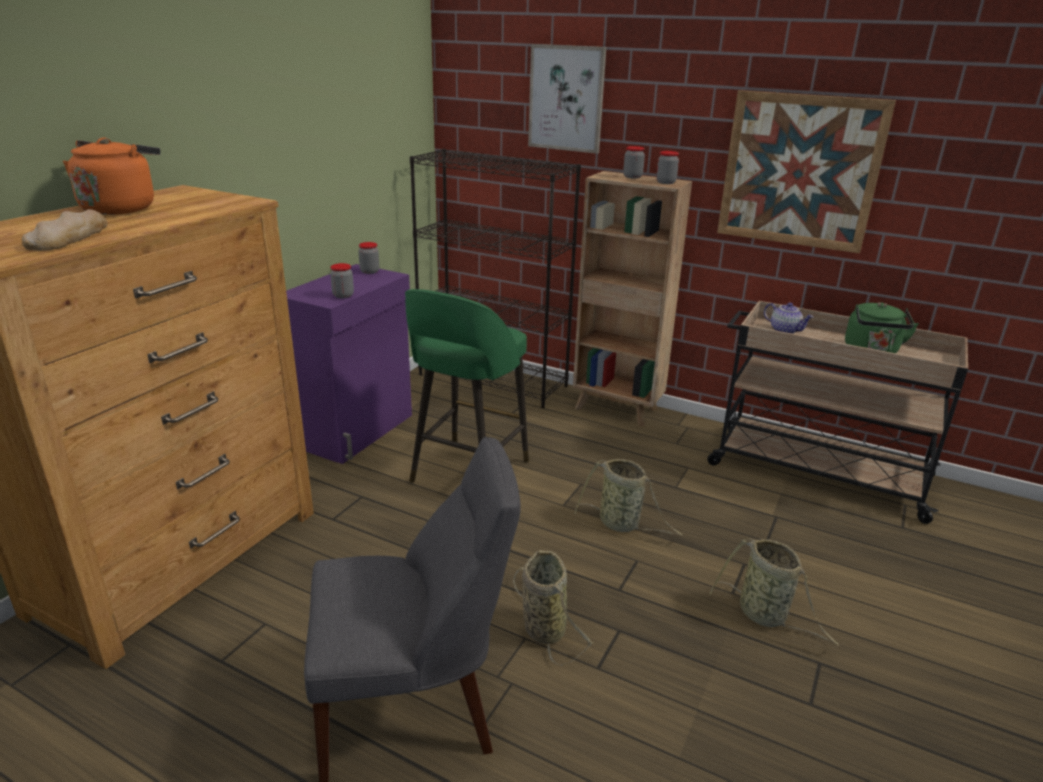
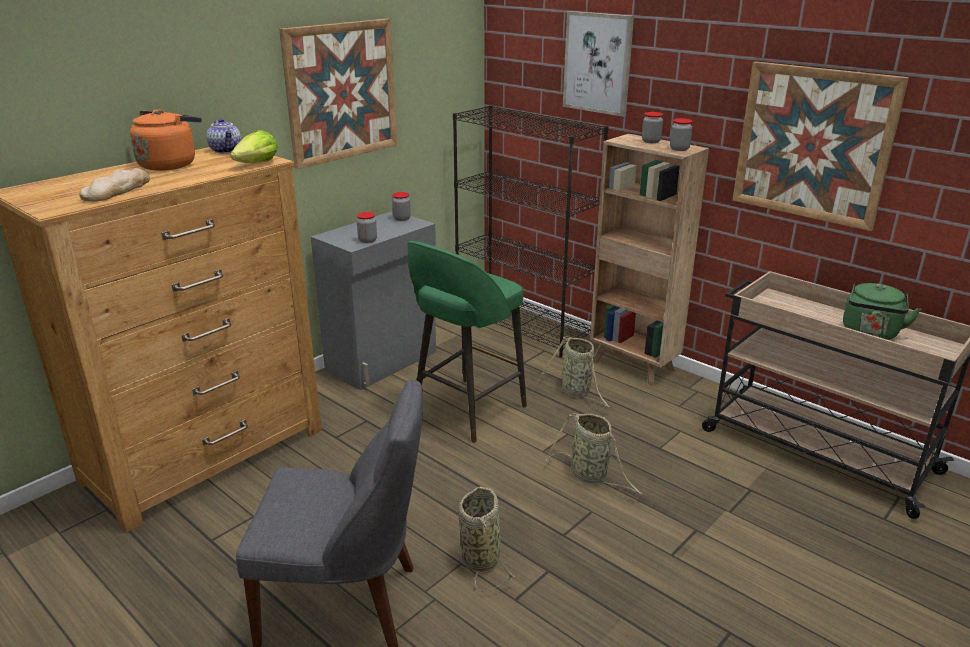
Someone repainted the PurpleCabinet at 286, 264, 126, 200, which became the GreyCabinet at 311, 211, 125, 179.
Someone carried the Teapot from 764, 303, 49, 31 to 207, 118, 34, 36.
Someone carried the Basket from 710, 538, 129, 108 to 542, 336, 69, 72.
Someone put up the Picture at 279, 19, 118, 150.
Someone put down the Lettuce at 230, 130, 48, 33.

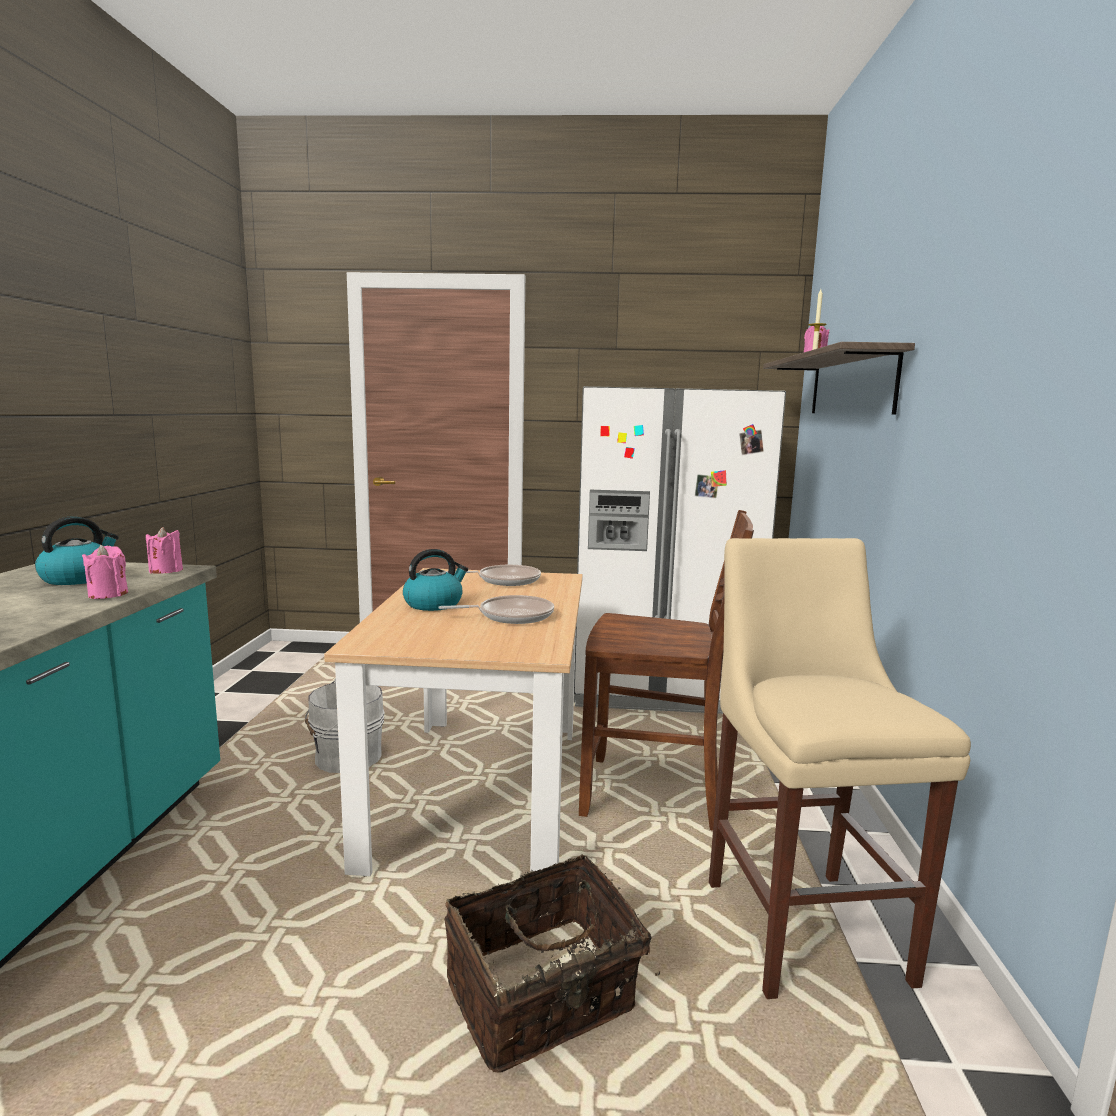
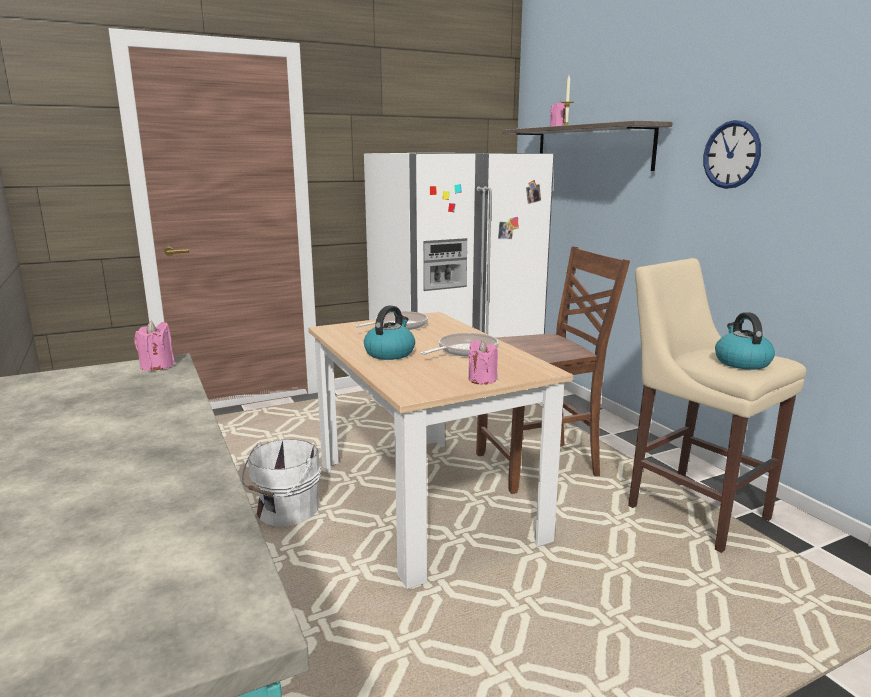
Someone carried the Kettle from 35, 516, 84, 69 to 715, 312, 60, 58.
Someone carried the PinkCandle from 82, 545, 46, 54 to 468, 340, 30, 45.
Someone took away the Basket at 444, 854, 216, 219.
Someone put up the WallClock at 703, 120, 58, 69.

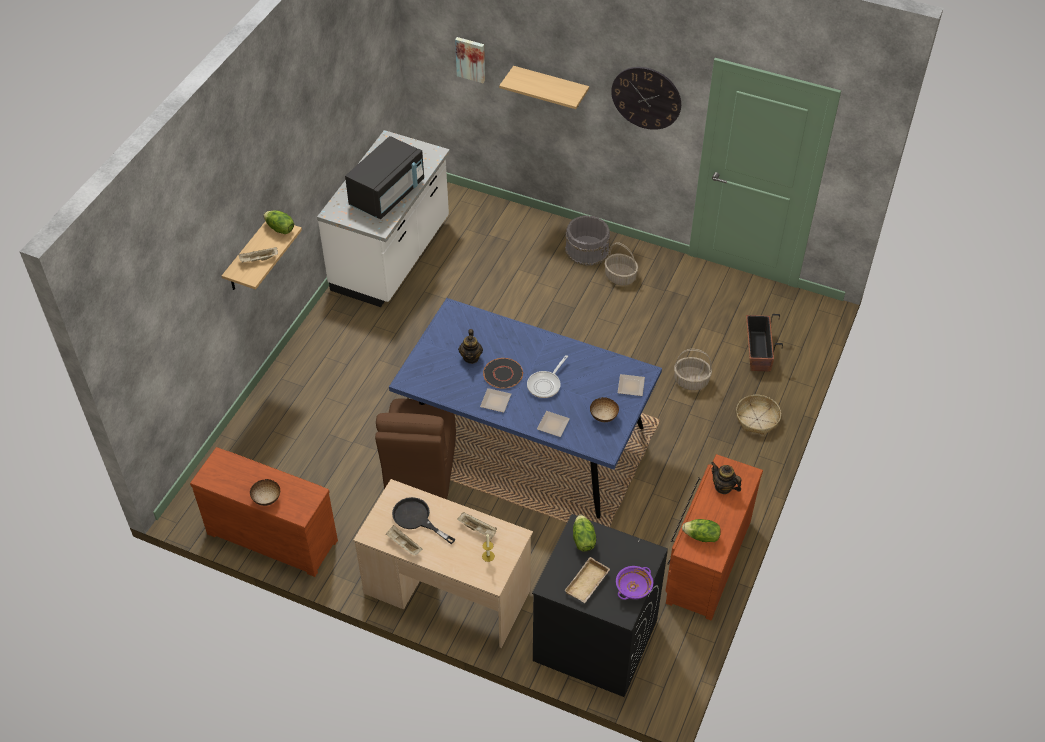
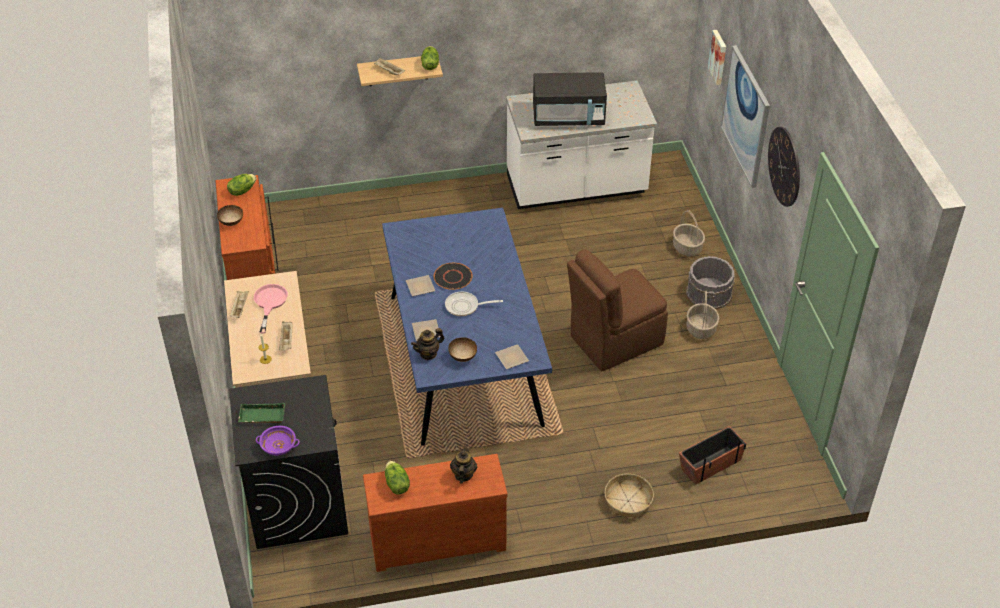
Someone swapped the Shelf at 499, 66, 90, 43 for the Picture at 721, 45, 49, 143.
Someone carried the Teapot from 458, 329, 25, 35 to 411, 328, 34, 32.
Someone carried the Basket from 674, 349, 38, 41 to 673, 210, 32, 46.
Someone carried the BrownChair from 375, 399, 81, 100 to 567, 249, 101, 122.
Someone repainted the BlackFryingPan at 392, 497, 64, 47, which became the PinkFryingPan at 254, 284, 34, 49.
Someone carried the Lettuce from 573, 515, 24, 37 to 227, 174, 29, 22.
Someone repainted the BeigeTray at 564, 557, 46, 46, which became the GreenTray at 238, 403, 47, 20.

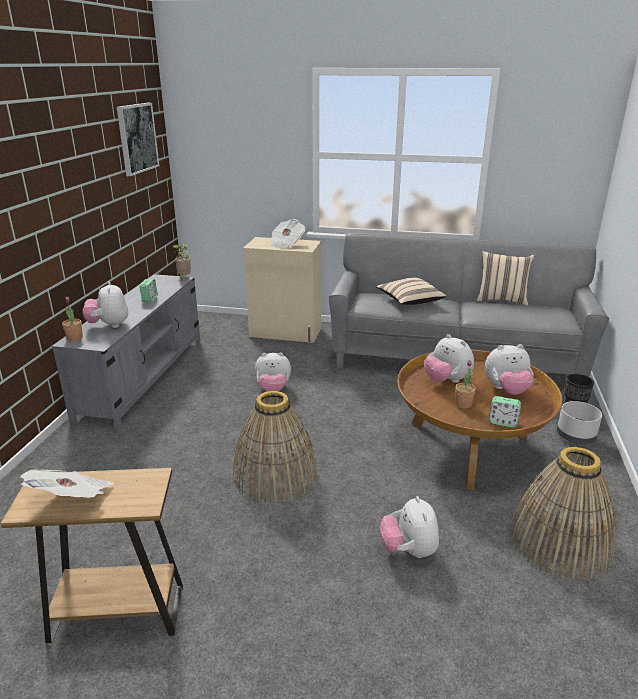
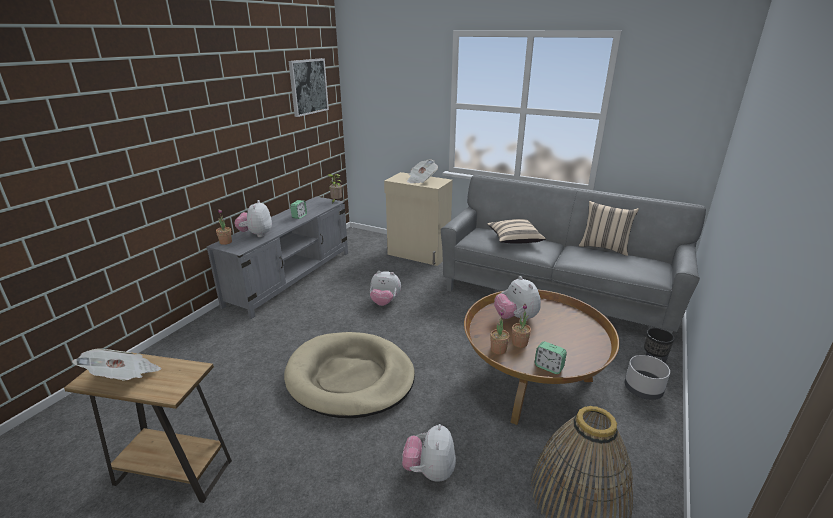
Someone took away the PlushToy at 485, 344, 49, 51.
Someone swapped the Basket at 233, 391, 84, 113 for the BeigeDogBed at 284, 332, 131, 86.
Someone put down the PottedPlant at 490, 310, 20, 44.

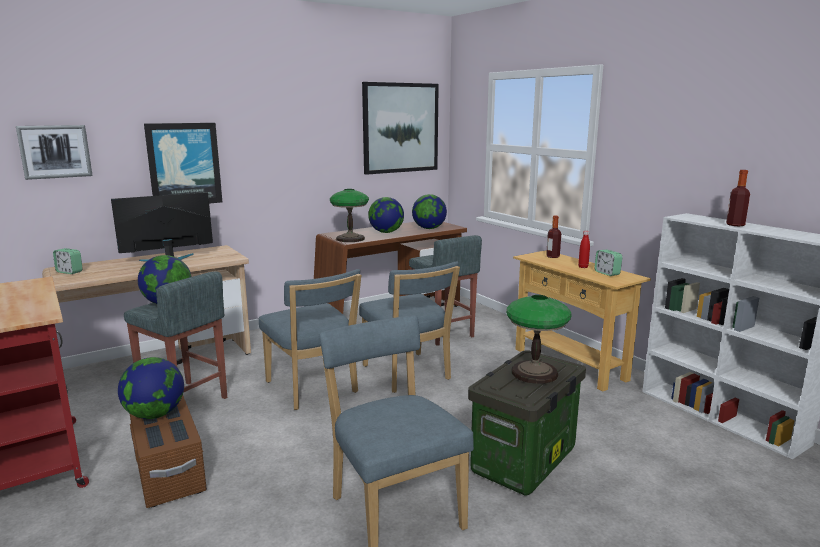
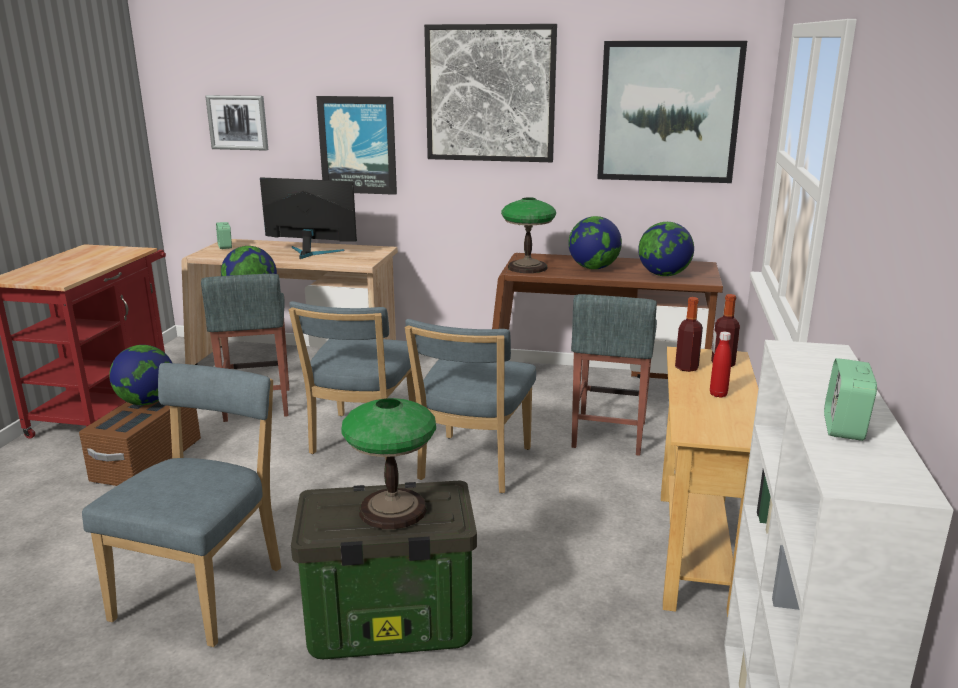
Someone carried the Bottle from 726, 170, 24, 56 to 675, 297, 28, 75.
Someone carried the AlarmClock from 594, 250, 28, 26 to 824, 358, 53, 83.
Someone put up the Picture at 424, 24, 133, 138.

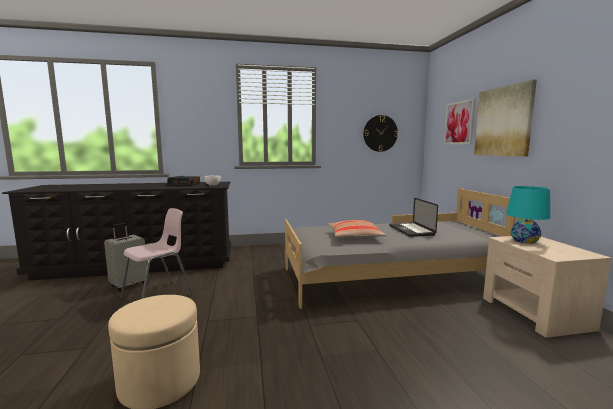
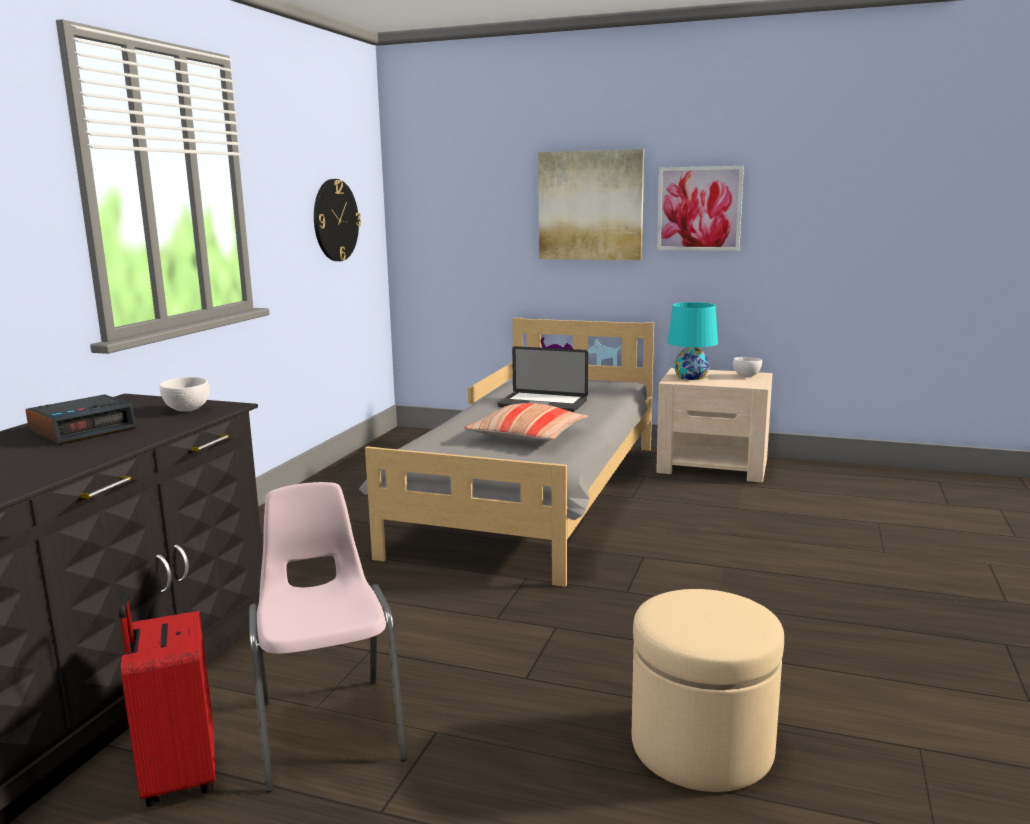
Someone carried the Picture from 444, 99, 32, 46 to 657, 166, 87, 85.
Someone repainted the GreySuitcase at 104, 223, 44, 68, which became the RedSuitcase at 118, 592, 97, 215.
Someone put down the WhiteBowl at 733, 357, 29, 20.

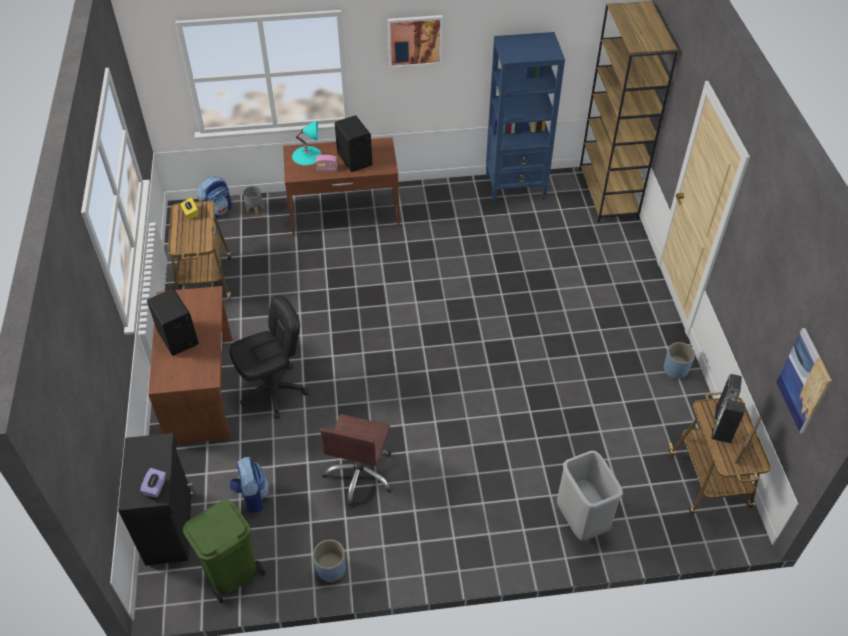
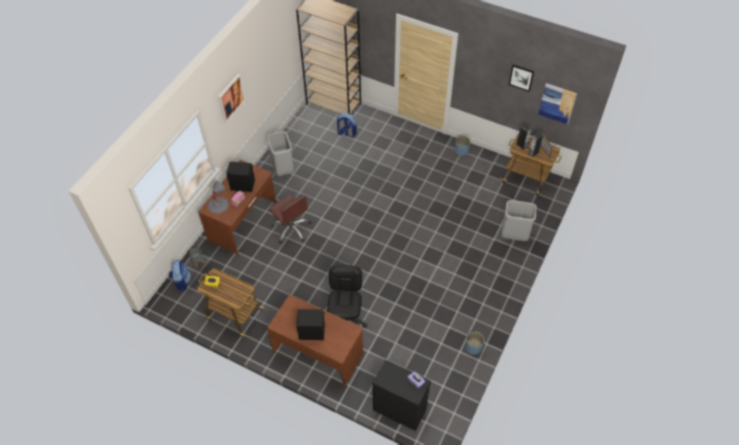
Someone took away the BlueBookcase at 486, 32, 79, 172.
Someone repainted the TurquoiseTableLamp at 292, 121, 30, 44, which became the GreyTableLamp at 208, 181, 20, 32.
Someone carried the BrownOfficeChair from 320, 414, 73, 92 to 269, 194, 42, 50.
Someone carried the Backpack from 229, 457, 41, 56 to 337, 113, 20, 25.
Someone took away the GreenTrashCan at 183, 500, 83, 103.
Someone put up the Picture at 509, 64, 25, 28.
Someone put down the GreyTrashCan at 267, 131, 27, 45.

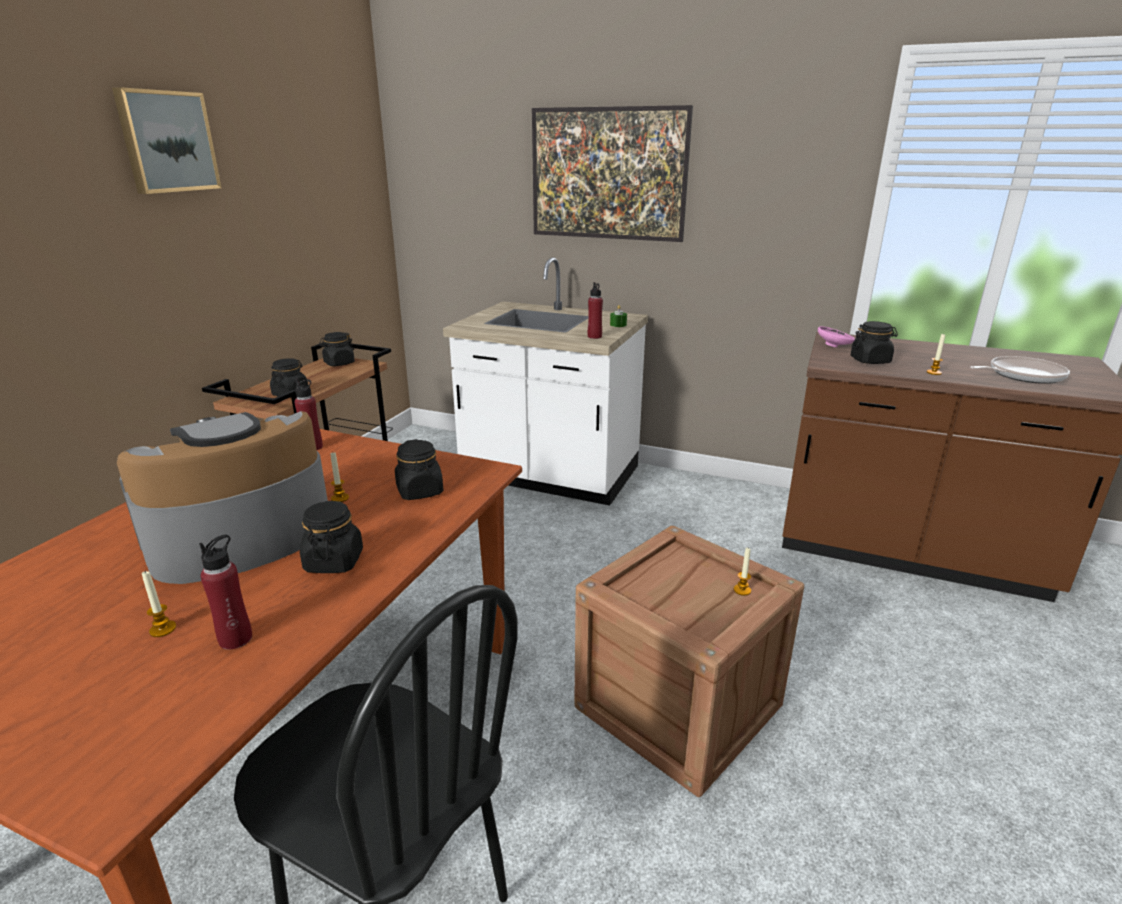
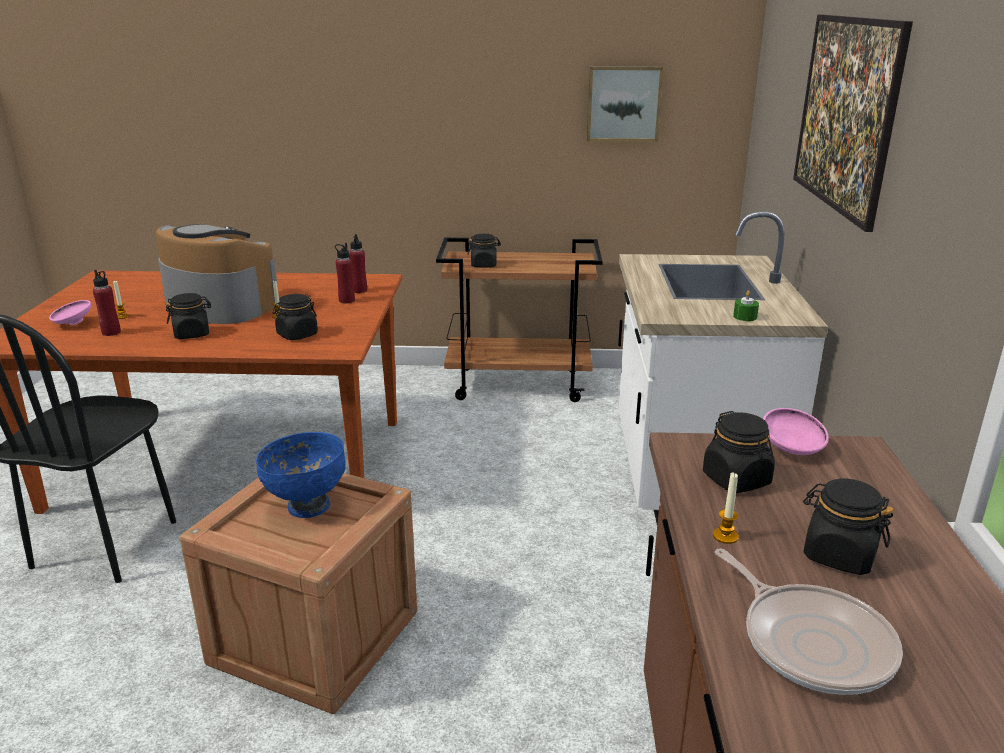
Someone carried the Picture from 112, 87, 109, 107 to 587, 66, 76, 76.
Someone carried the RedBottle from 588, 282, 15, 57 to 335, 243, 20, 60.
Someone carried the BlackJar from 319, 332, 36, 34 to 803, 478, 90, 97.
Someone took away the Candle at 734, 548, 17, 48.
Someone put down the PinkBowl at 49, 300, 42, 25.
Someone put down the BlueBowl at 256, 432, 90, 86.

